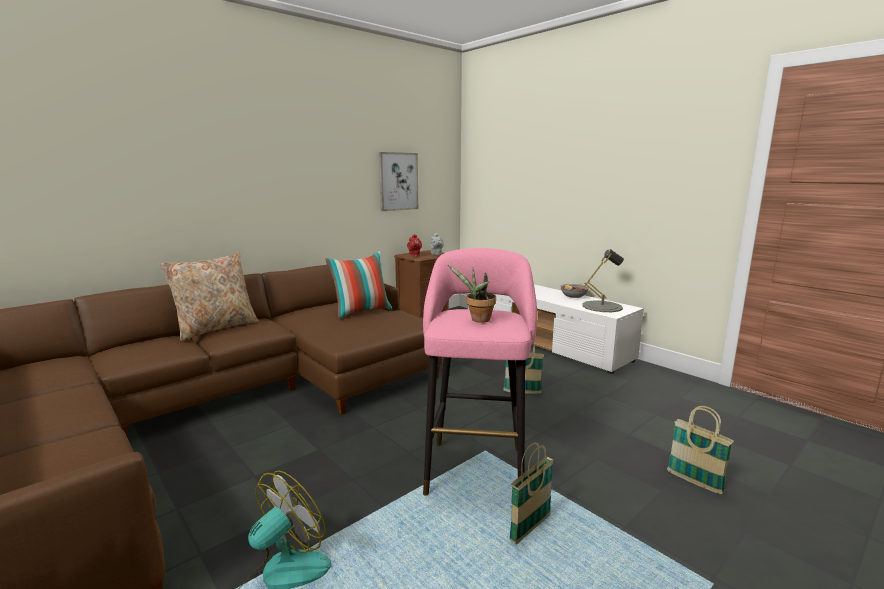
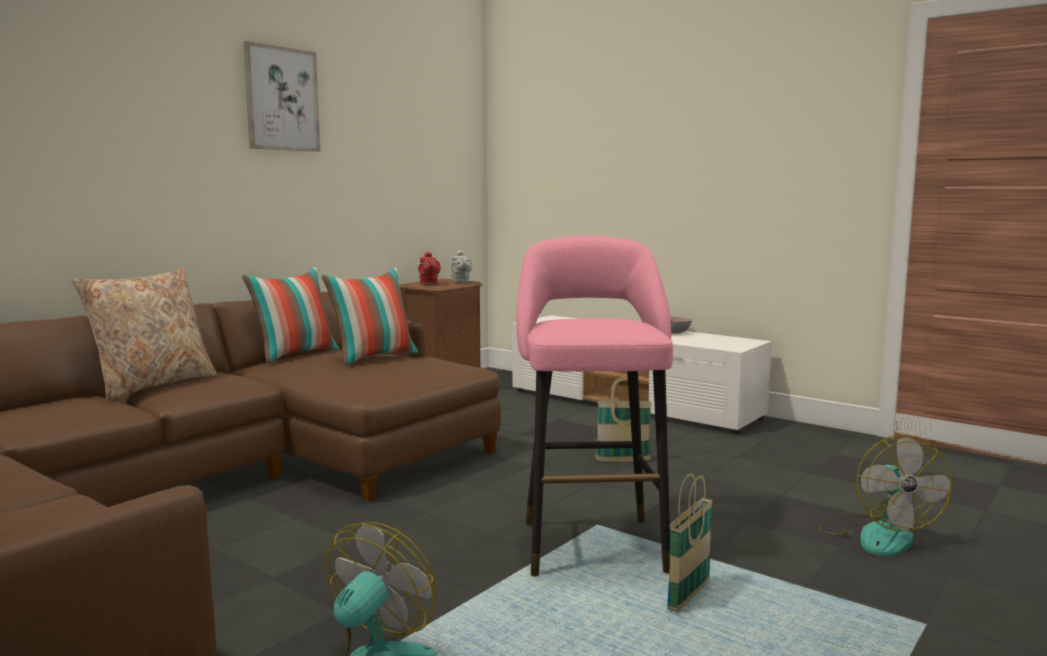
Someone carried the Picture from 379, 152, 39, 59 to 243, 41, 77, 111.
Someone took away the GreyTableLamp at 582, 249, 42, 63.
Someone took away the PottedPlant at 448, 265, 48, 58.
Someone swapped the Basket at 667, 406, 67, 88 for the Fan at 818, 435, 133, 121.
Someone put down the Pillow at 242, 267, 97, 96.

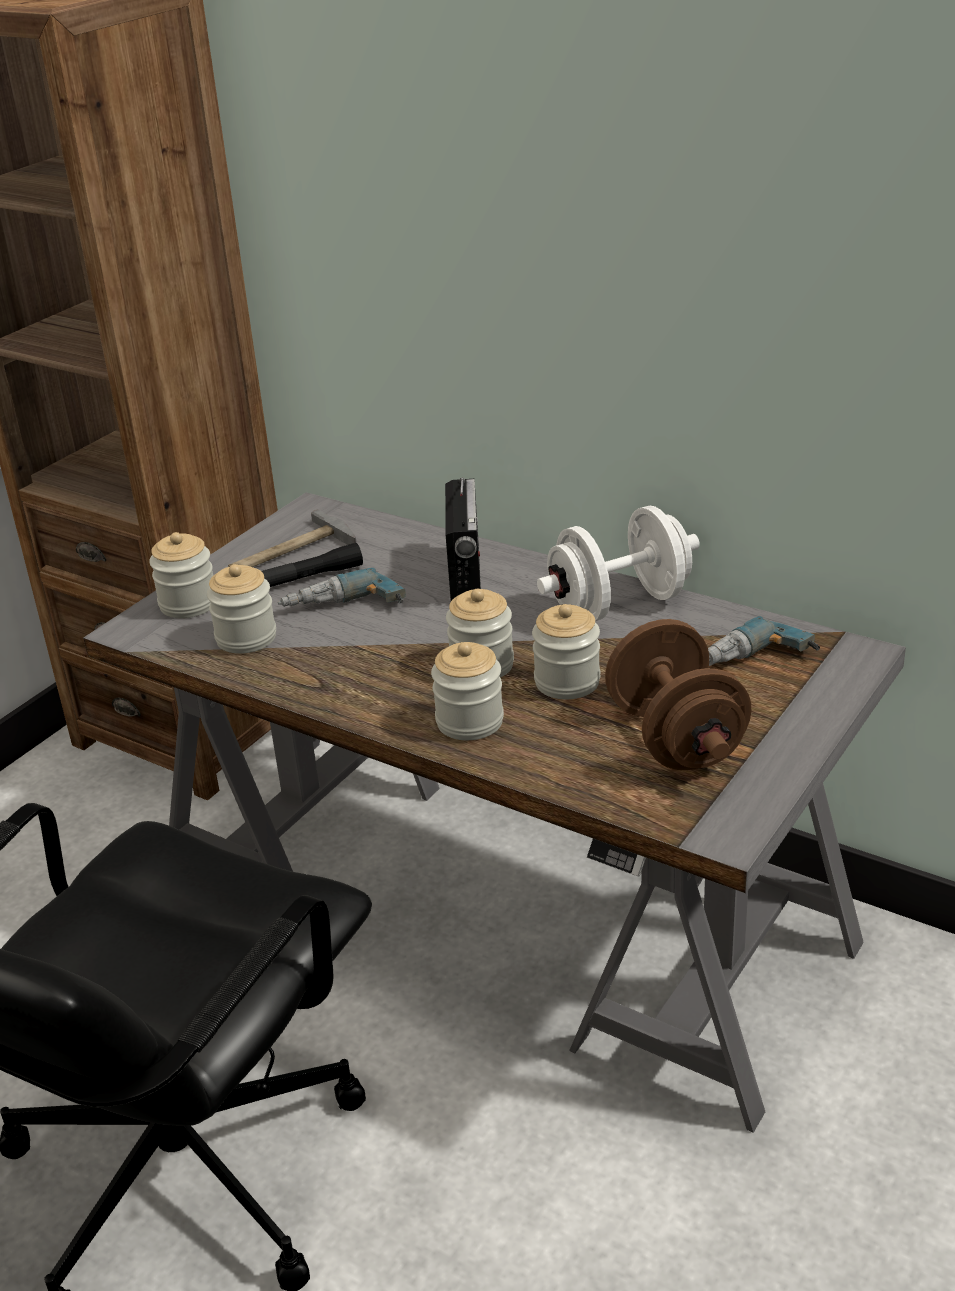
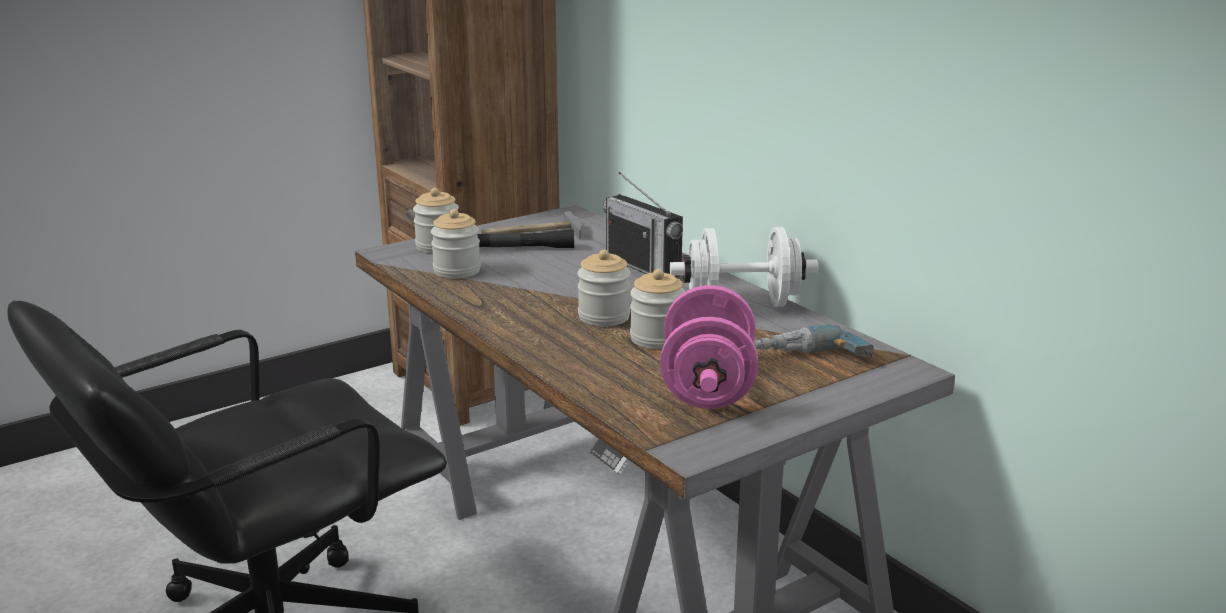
Someone rotated the Radio at 445, 478, 36, 123 by 120 degrees clockwise.
Someone took away the PowerDrill at 278, 568, 128, 39.
Someone repainted the BrownDumbbell at 605, 619, 146, 151, which became the PinkDumbbell at 660, 285, 98, 124.
Someone took away the Jar at 431, 642, 73, 98.

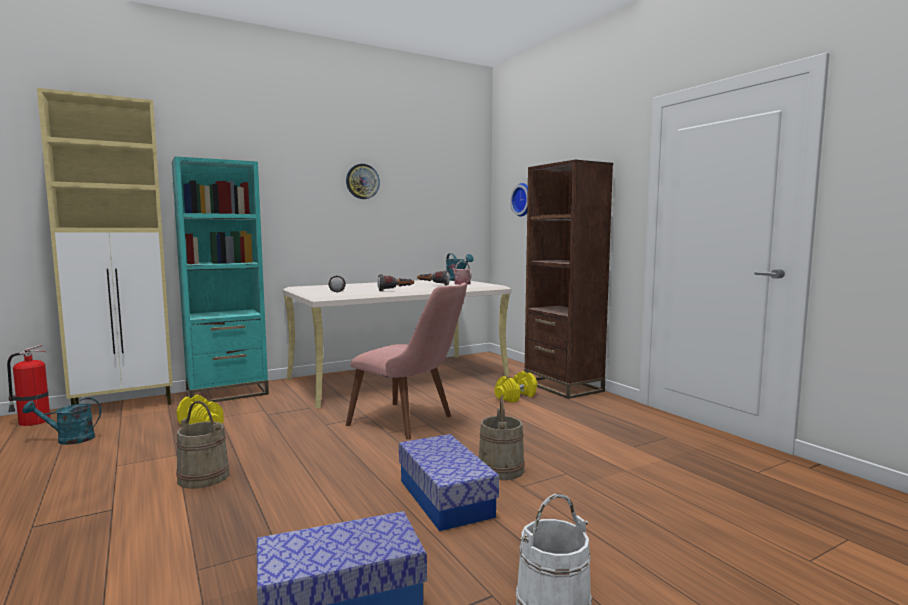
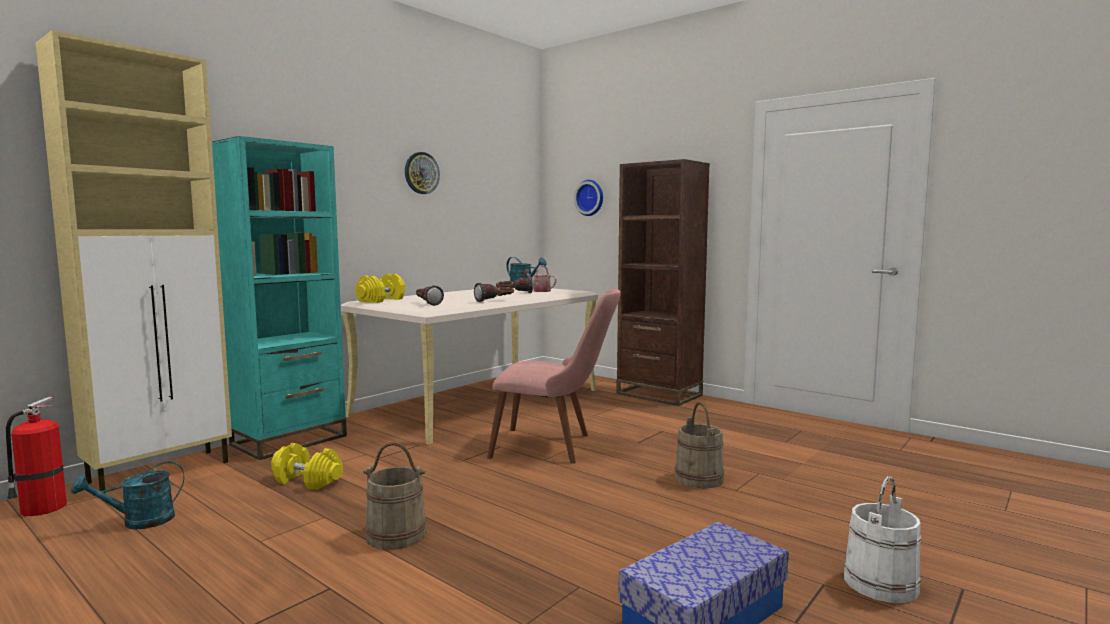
Someone carried the YellowDumbbell from 495, 371, 42, 32 to 355, 273, 50, 30.
Someone took away the StorageBox at 399, 434, 100, 97.

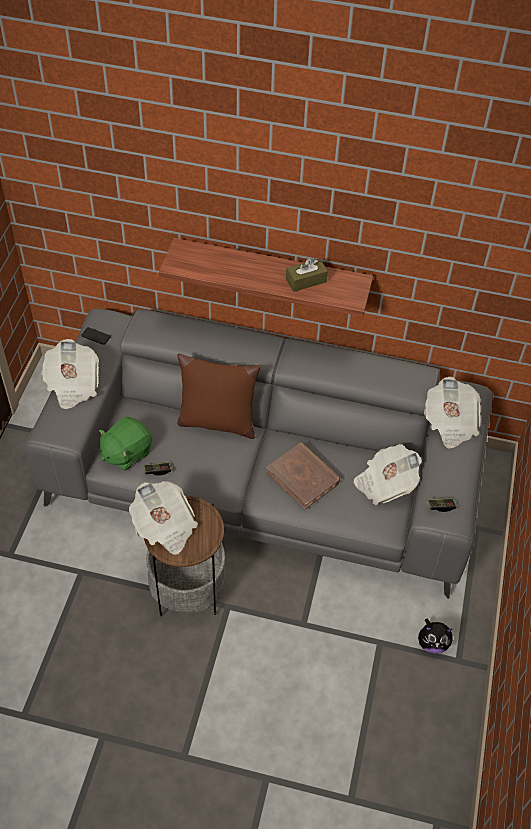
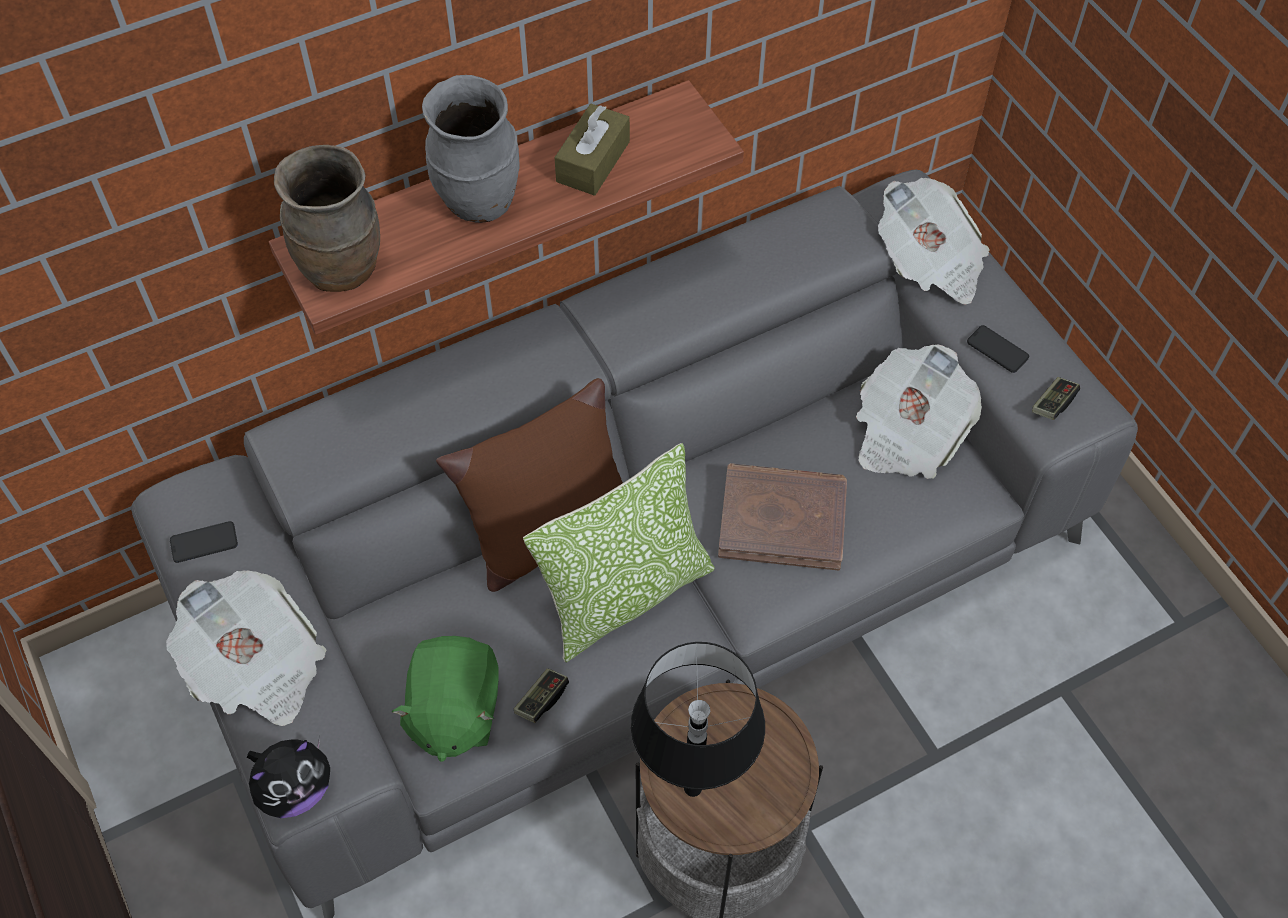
Someone swapped the Newspaper at 129, 481, 69, 74 for the BlackTableLamp at 631, 642, 134, 155.
Someone carried the PlushToy from 418, 619, 37, 35 to 247, 737, 83, 81.
Someone put down the GreyVase at 422, 75, 98, 148.
Someone put down the BrownVase at 274, 145, 106, 147.
Someone put down the Phone at 967, 325, 62, 48.
Someone put down the Pillow at 523, 443, 191, 220.

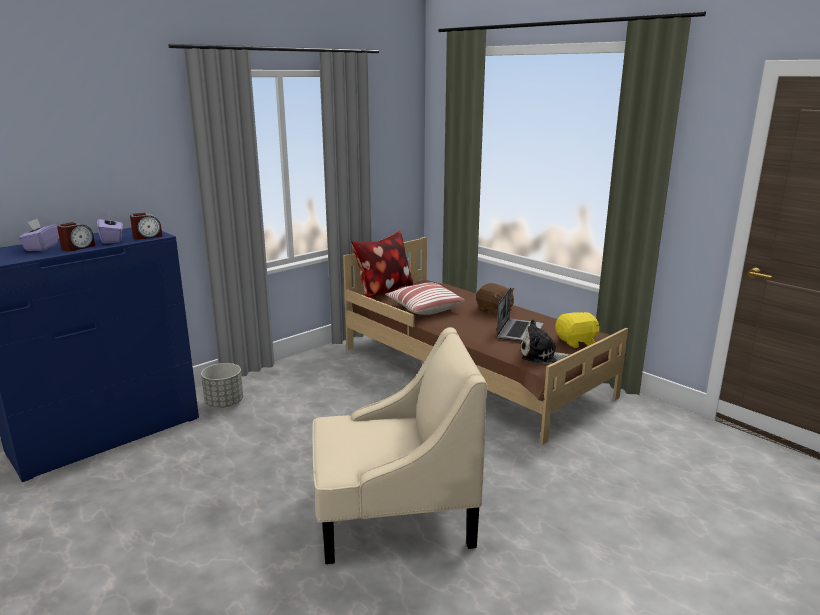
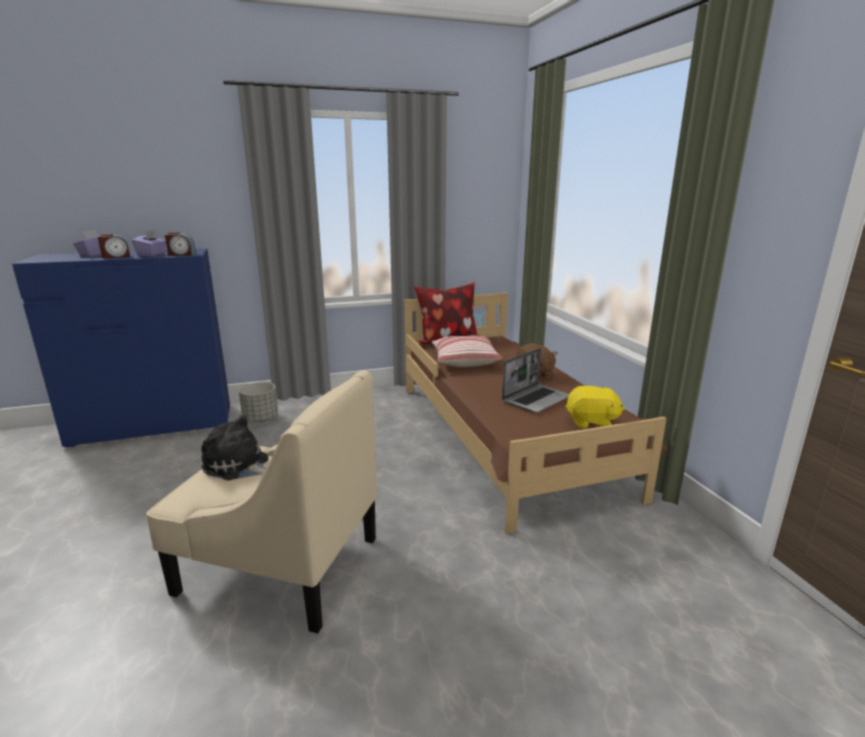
Someone carried the PlushToy from 520, 319, 51, 44 to 201, 415, 67, 66.

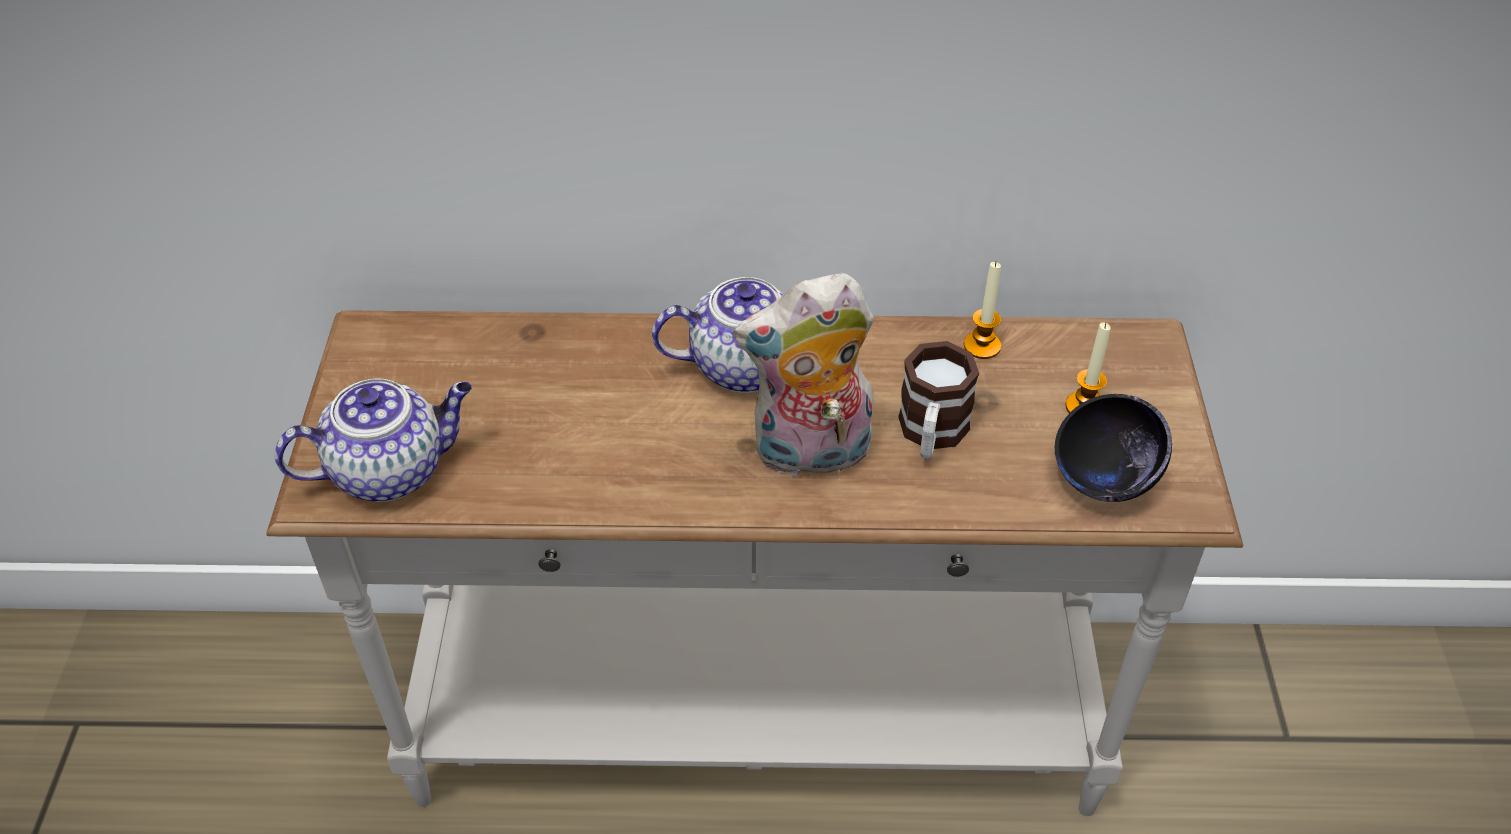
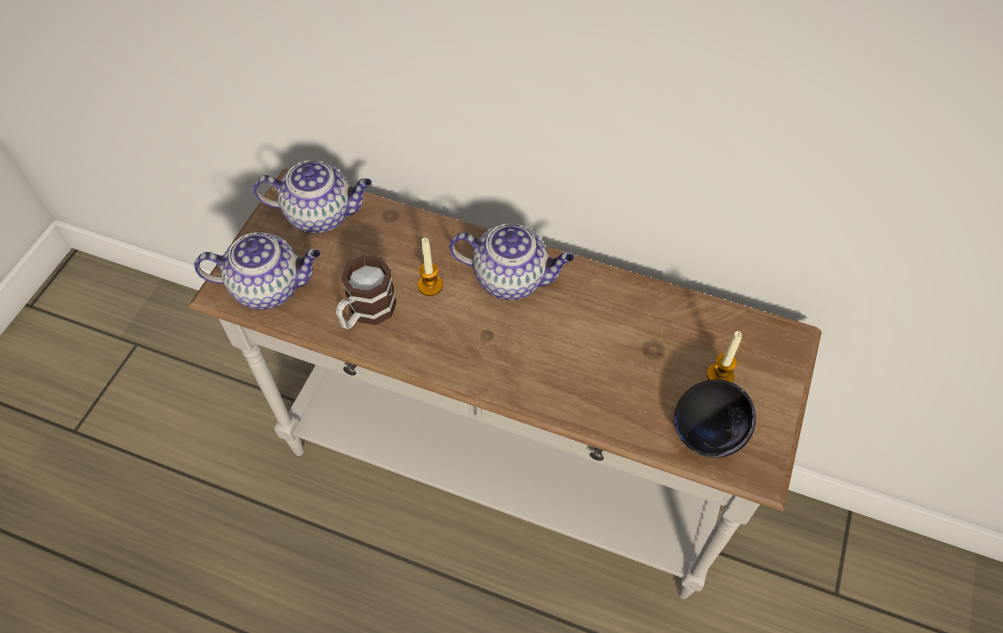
Someone carried the Candle from 964, 262, 37, 97 to 418, 238, 25, 58.
Someone took away the PlushToy at 734, 273, 140, 207.
Someone carried the Mug from 898, 341, 81, 118 to 336, 255, 61, 74.
Someone put down the Teapot at 253, 160, 119, 73.

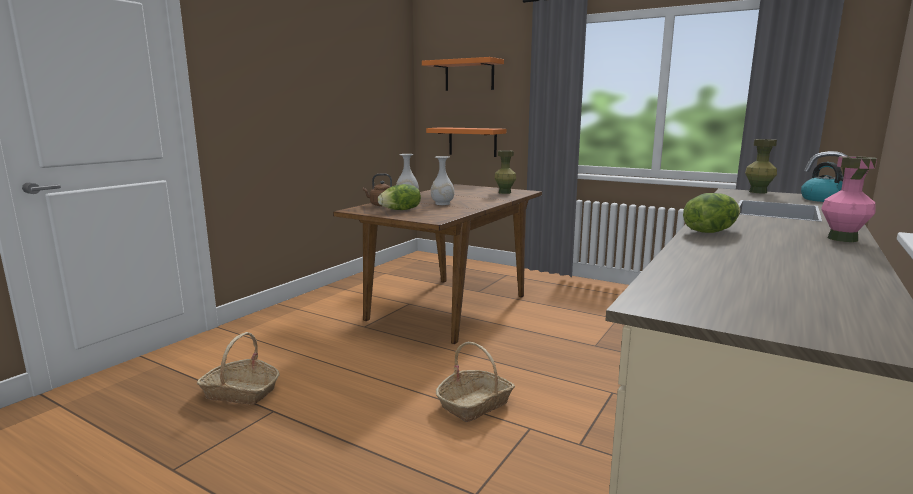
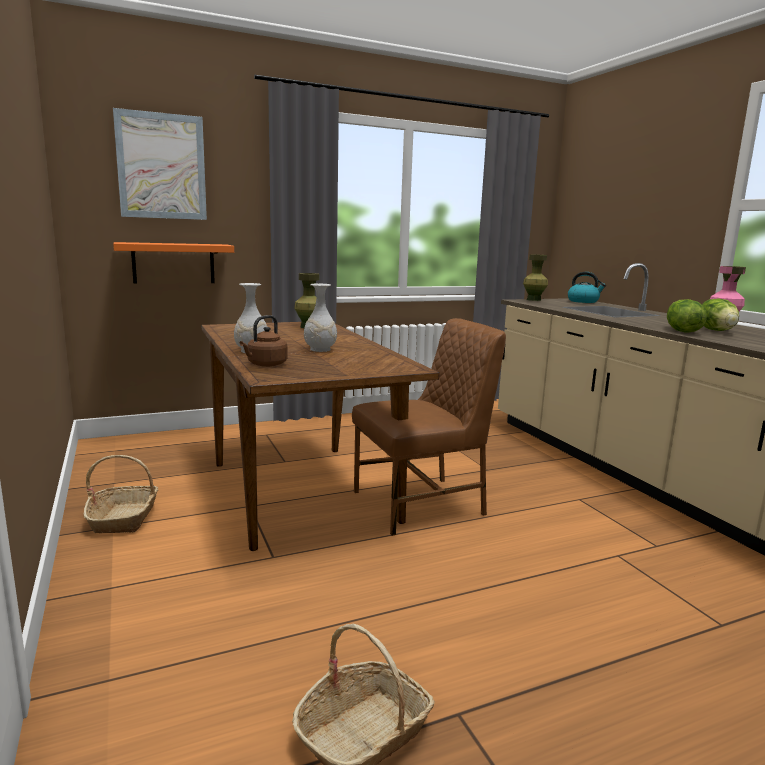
Someone swapped the OrangeShelf at 422, 57, 82, 34 for the Picture at 113, 108, 94, 112.
Someone carried the Lettuce from 378, 184, 43, 26 to 702, 298, 37, 33.
Someone carried the Basket from 436, 342, 79, 80 to 84, 455, 74, 78.
Someone put down the BrownChair at 352, 318, 154, 218.

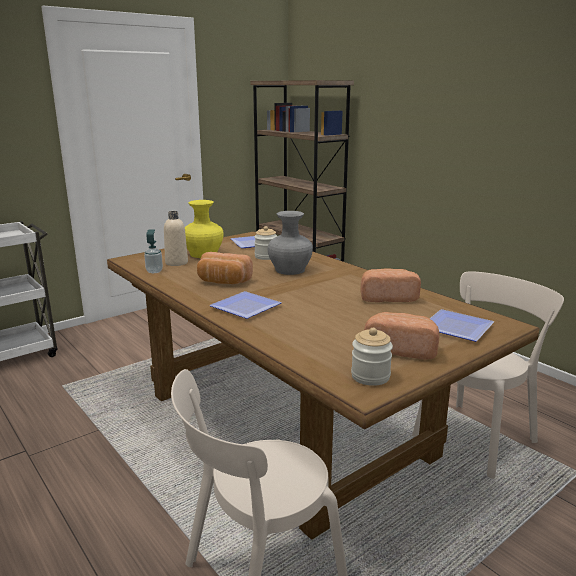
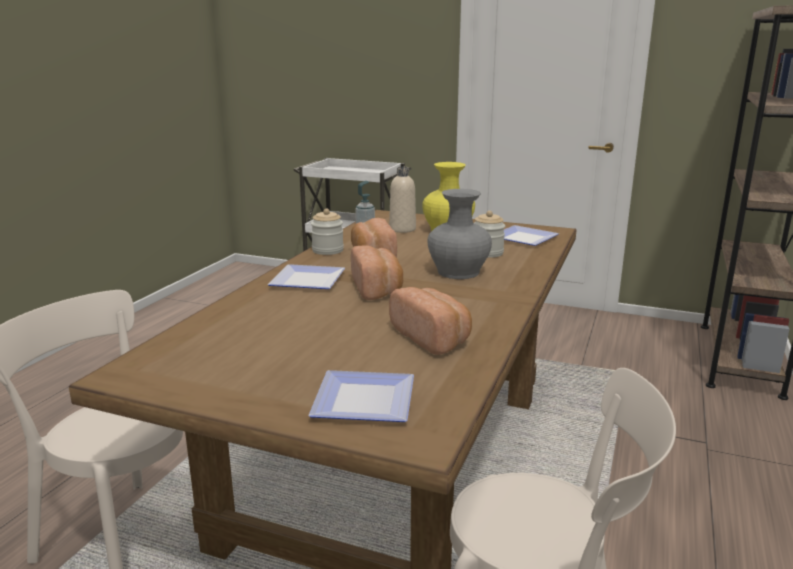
Someone carried the Bread from 364, 312, 75, 47 to 351, 246, 52, 54.
Someone carried the Jar from 351, 328, 42, 58 to 311, 208, 33, 47.

